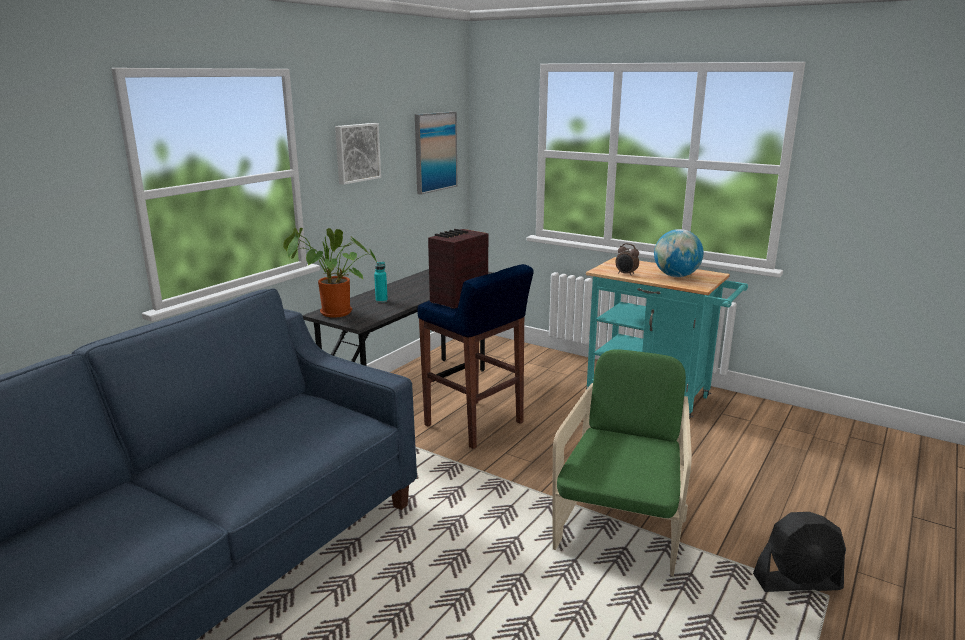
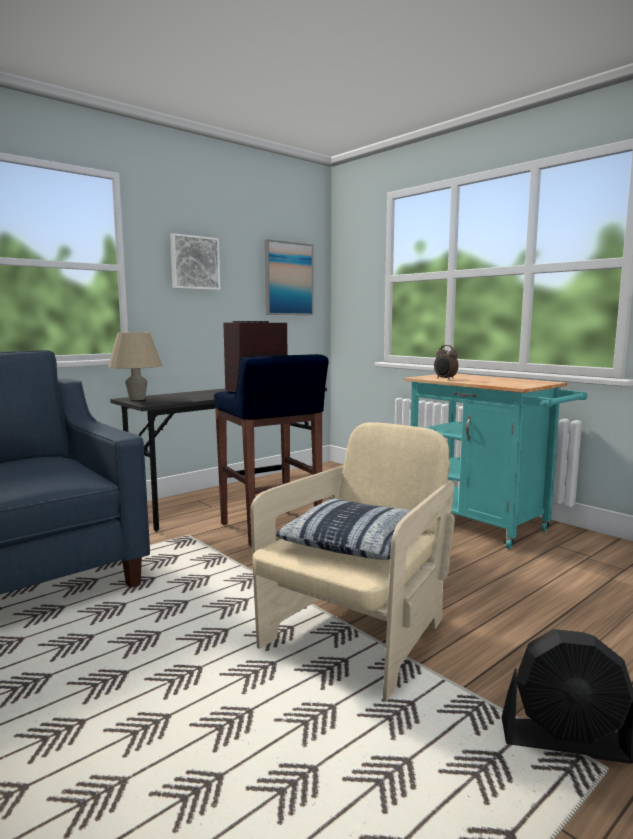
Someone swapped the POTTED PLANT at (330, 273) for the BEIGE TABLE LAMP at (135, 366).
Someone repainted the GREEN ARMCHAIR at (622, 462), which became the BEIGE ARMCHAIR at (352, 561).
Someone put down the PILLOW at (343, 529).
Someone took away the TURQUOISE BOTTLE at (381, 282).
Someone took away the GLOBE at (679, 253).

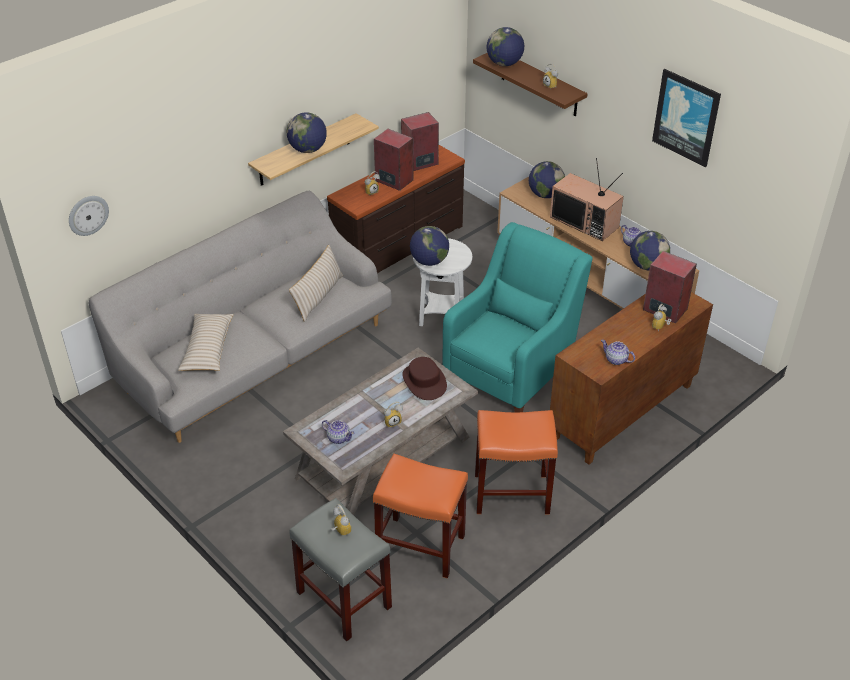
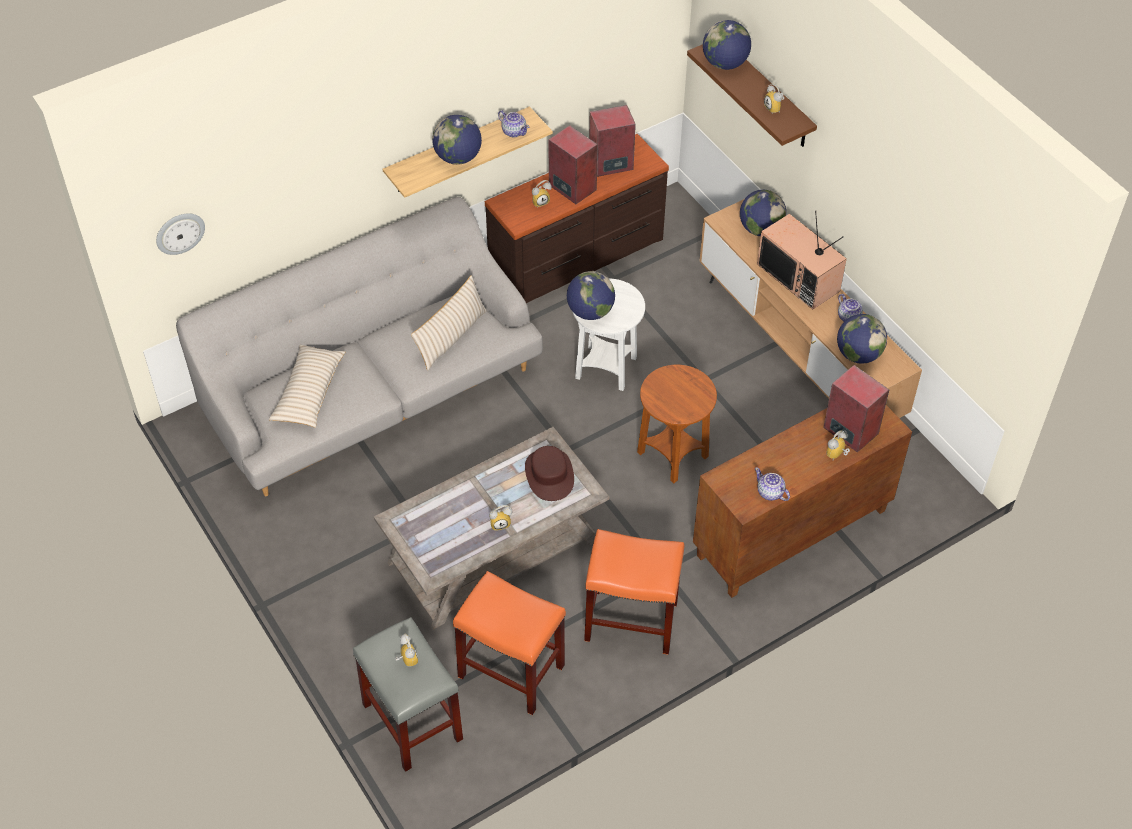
Someone carried the TEAPOT from (338, 432) to (513, 123).
Someone swapped the TURQUOISE ARMCHAIR at (517, 317) for the BROWN SIDE TABLE at (677, 424).
Someone took away the PICTURE at (686, 118).

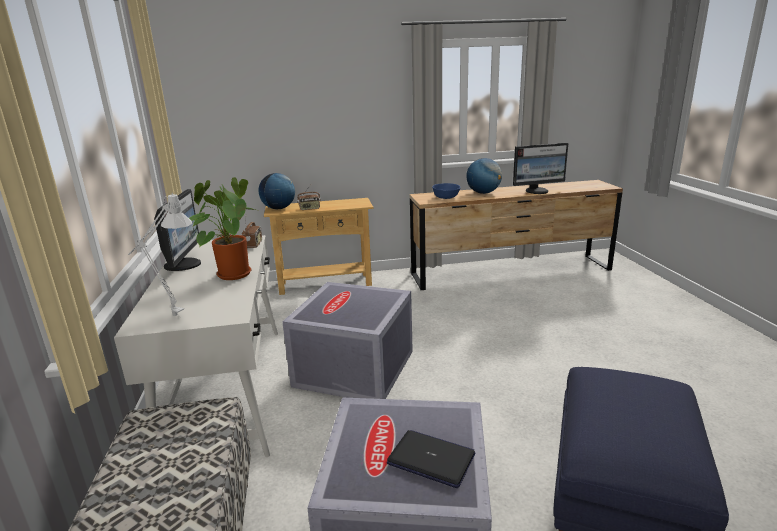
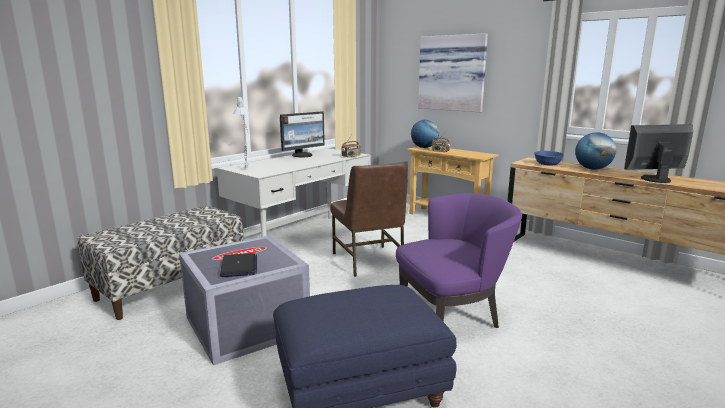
Someone swapped the GREY STORAGE BOX at (347, 340) for the BROWN CHAIR at (369, 219).
Someone put down the PURPLE ARMCHAIR at (459, 260).
Someone put up the PICTURE at (453, 72).
Someone rotated the MONITOR at (540, 168) by 135 degrees clockwise.
Someone took away the POTTED PLANT at (222, 228).

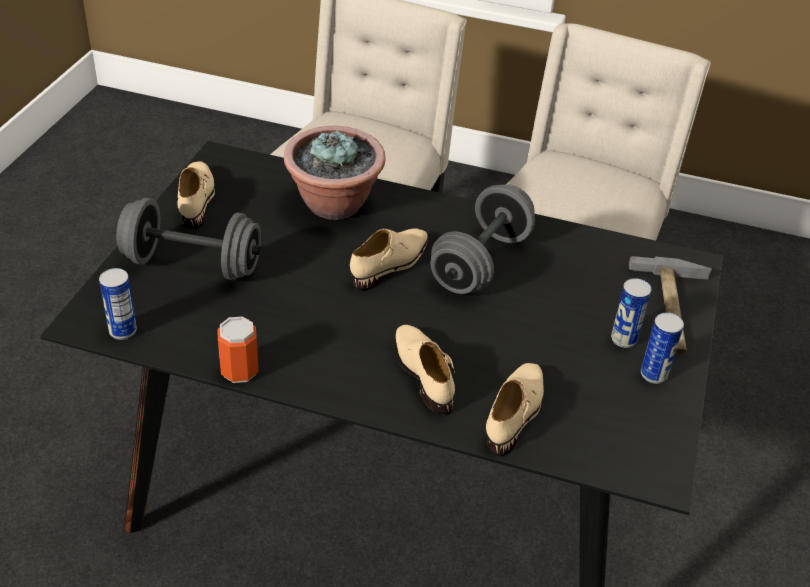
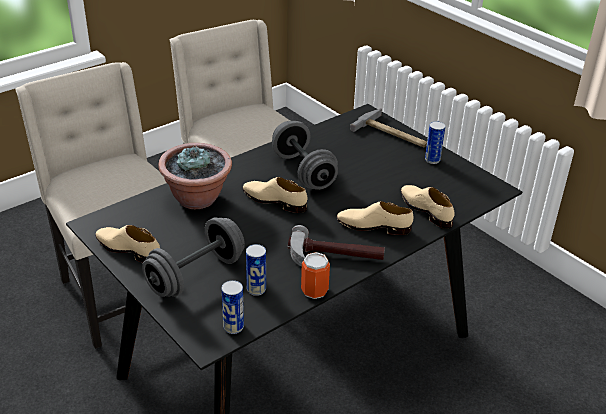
Someone rotated the BEIGE SHOE at (389, 259) by 45 degrees counterclockwise.
Someone carried the CAN from (631, 313) to (256, 270).
Someone put down the HAMMER at (336, 246).

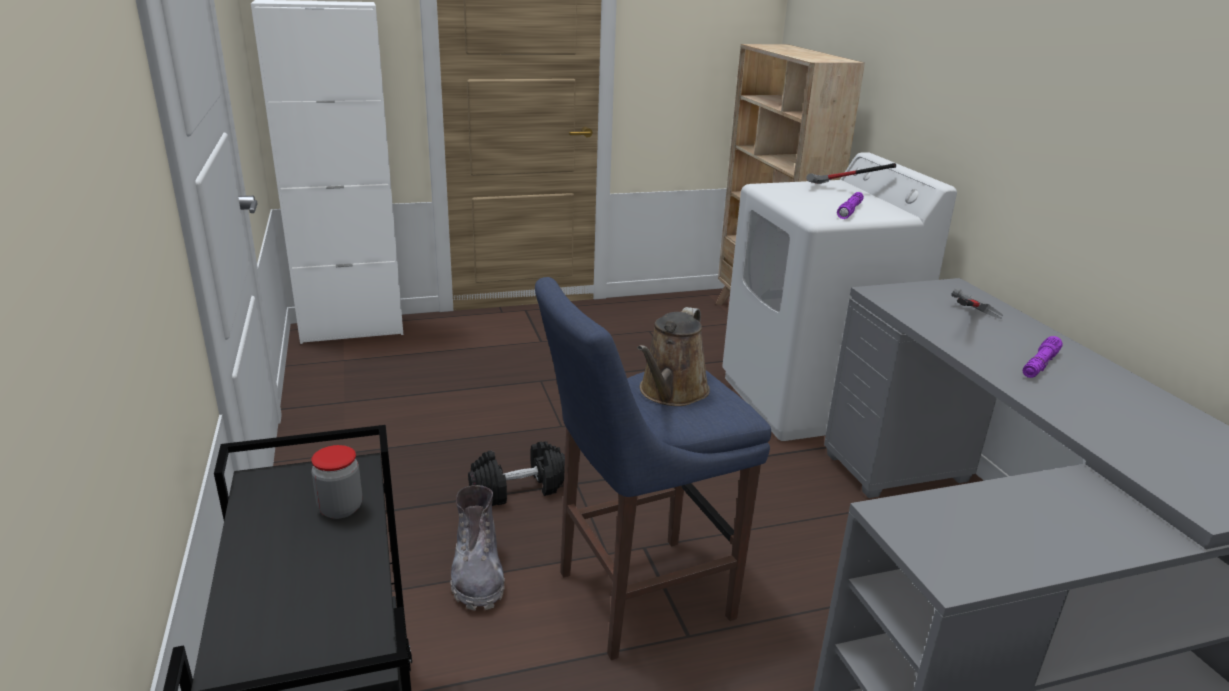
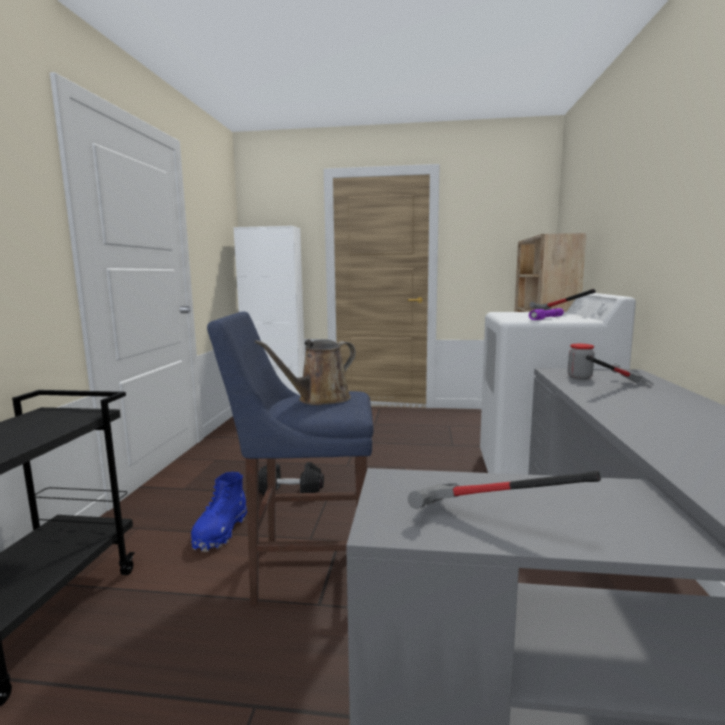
Someone repainted the GREY BOOT at (477, 548), which became the BLUE BOOT at (219, 512).
Someone put down the HAMMER at (504, 490).
Someone carried the JAR from (336, 482) to (581, 362).
Someone took away the PURPLE FLASHLIGHT at (1043, 357).

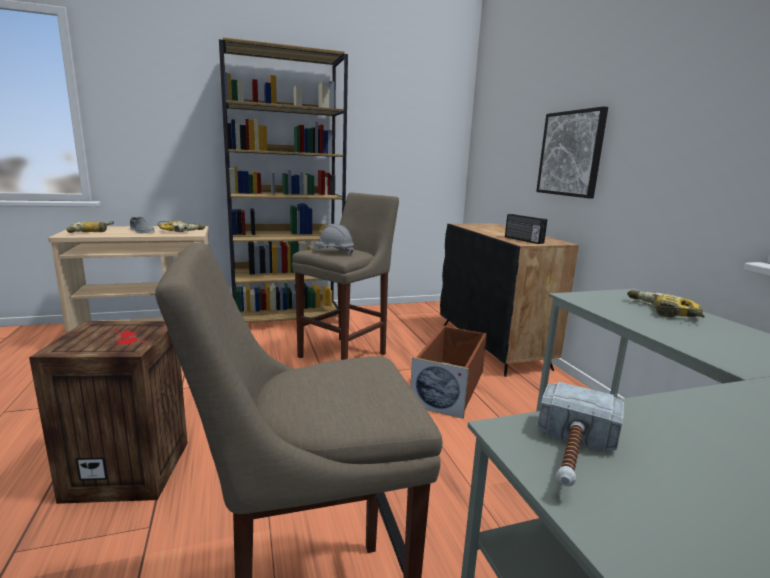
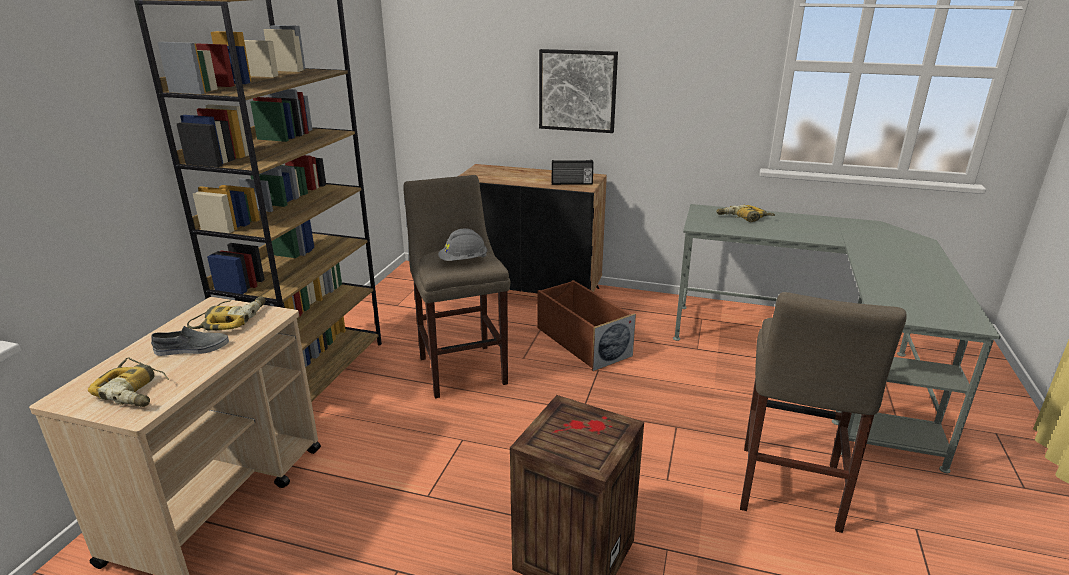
Someone took away the HAMMER at (581, 434).

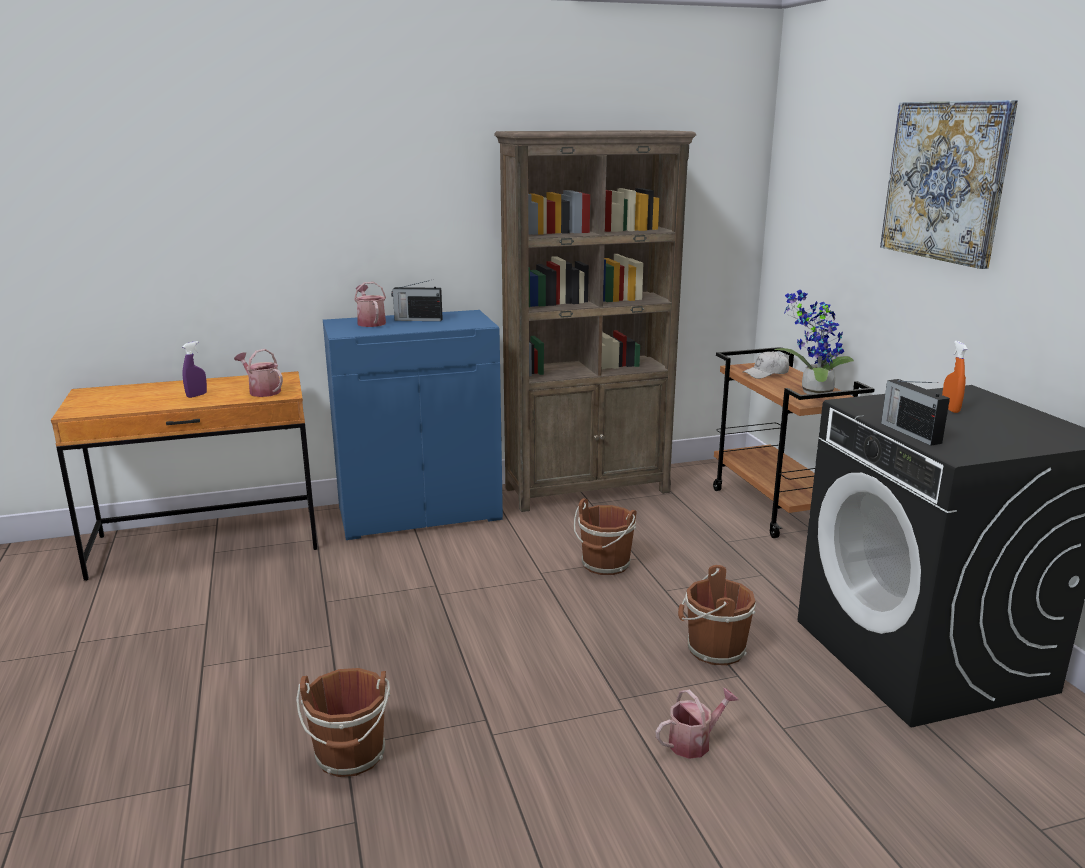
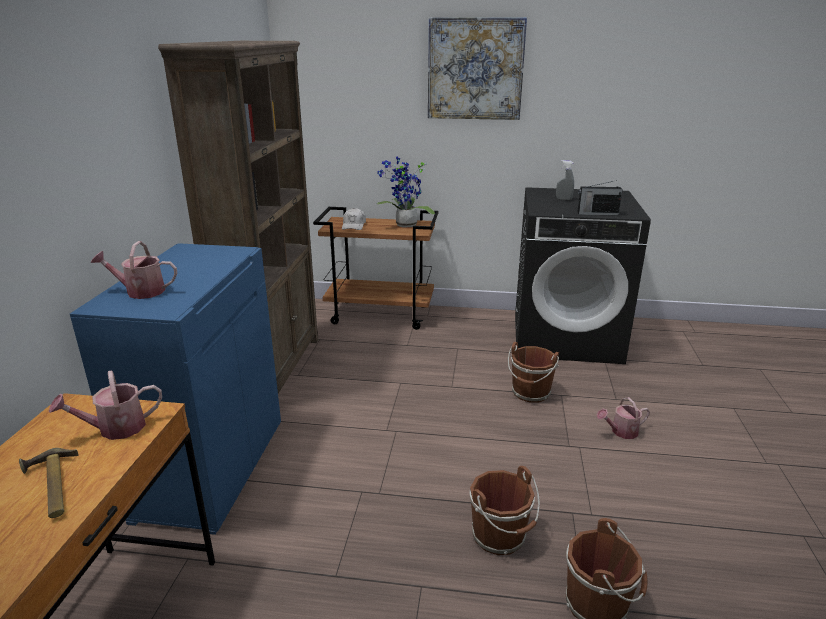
Someone swapped the PURPLE SPRAY BOTTLE at (194, 369) for the HAMMER at (49, 483).
Someone carried the BROWN BUCKET from (605, 536) to (505, 510).
Someone repainted the ORANGE SPRAY BOTTLE at (954, 377), which became the GREY SPRAY BOTTLE at (565, 180).
Someone rotated the WATERING CAN at (697, 723) by 105 degrees counterclockwise.
Someone took away the RADIO at (417, 300).

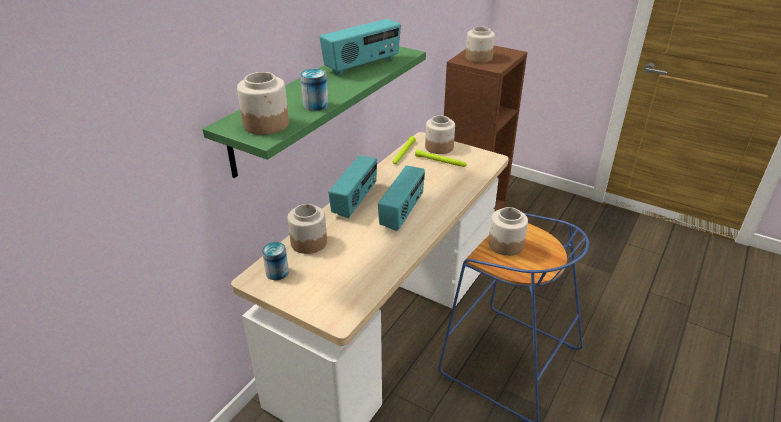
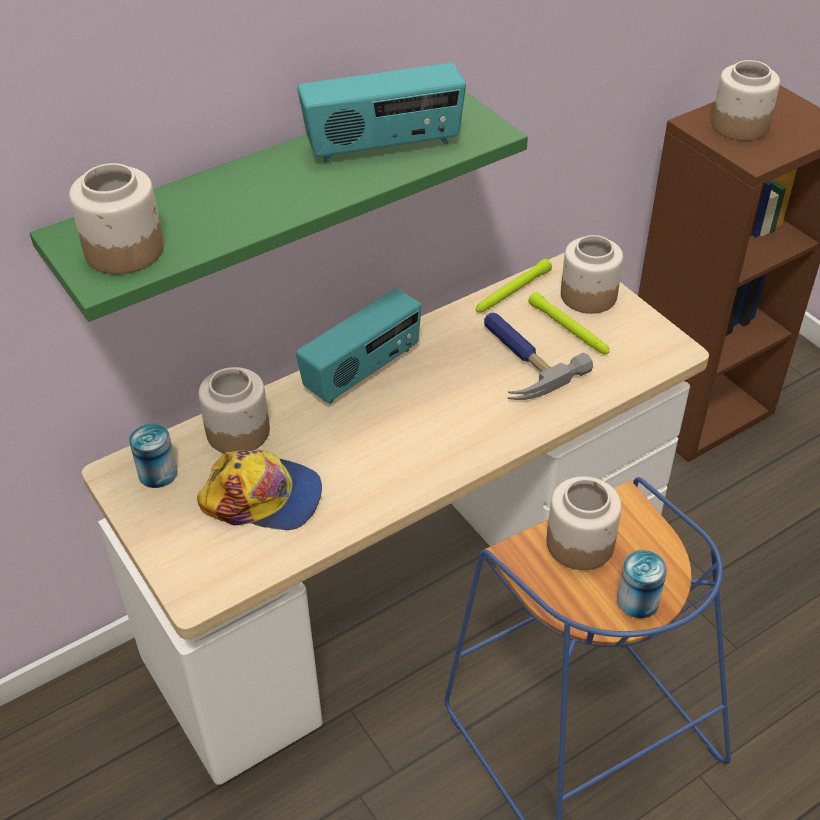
Someone put down the CAP at (259, 490).
Someone put down the HAMMER at (538, 356).
Someone carried the CAN from (314, 90) to (642, 584).
Someone took away the RADIO at (401, 198).

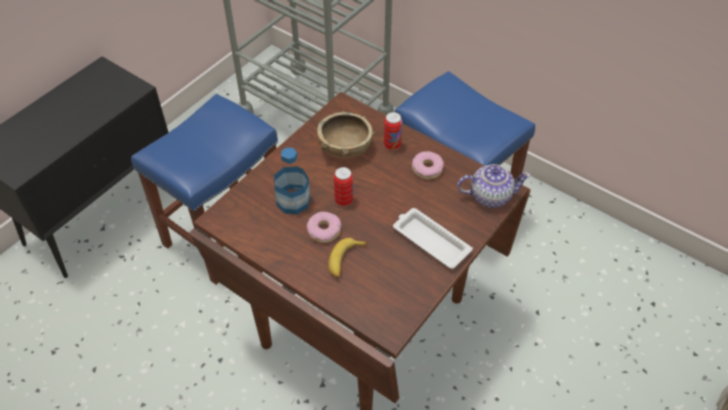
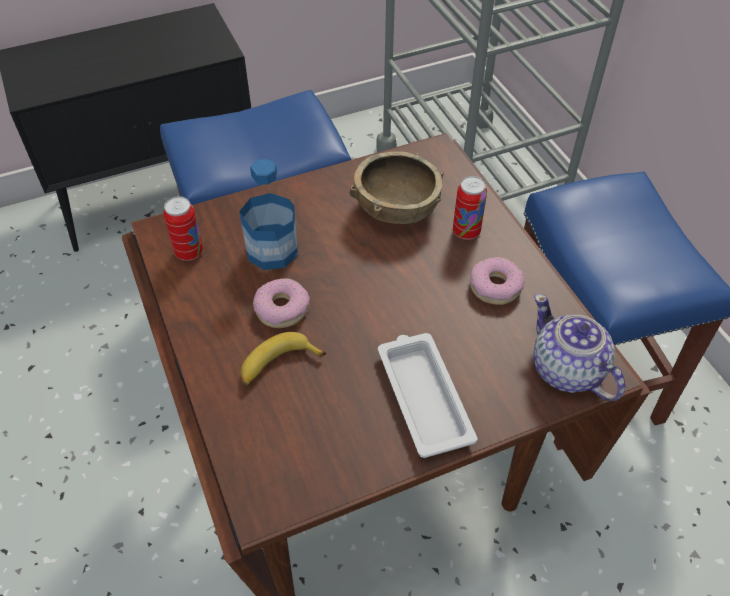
Someone carried the CAN from (343, 186) to (183, 228).
Someone rotated the TEAPOT at (494, 186) by 150 degrees counterclockwise.

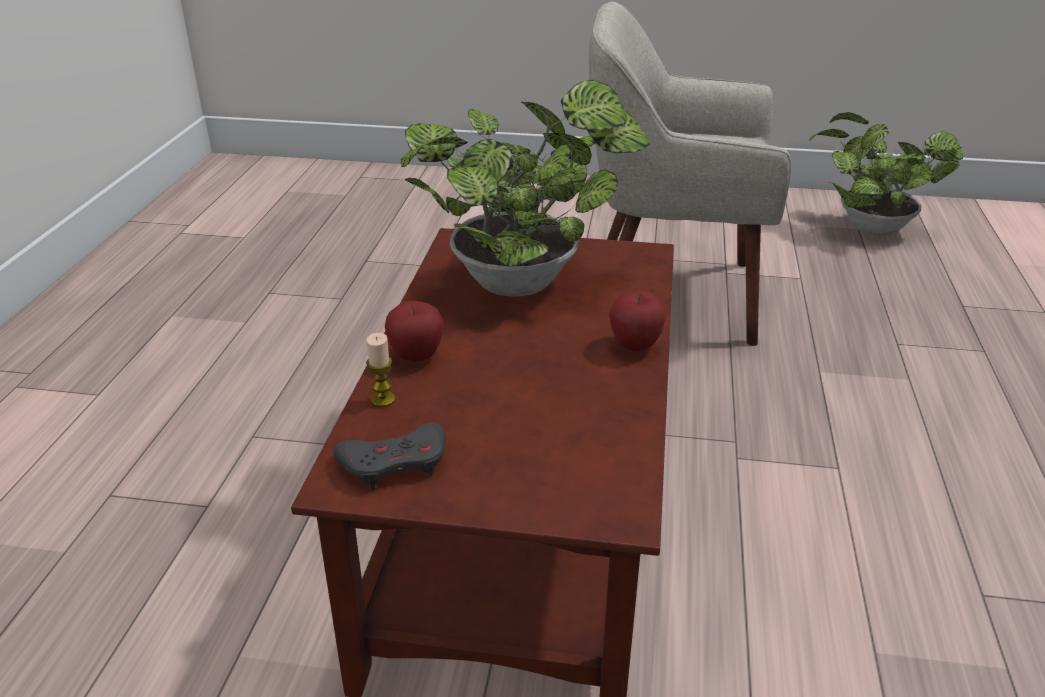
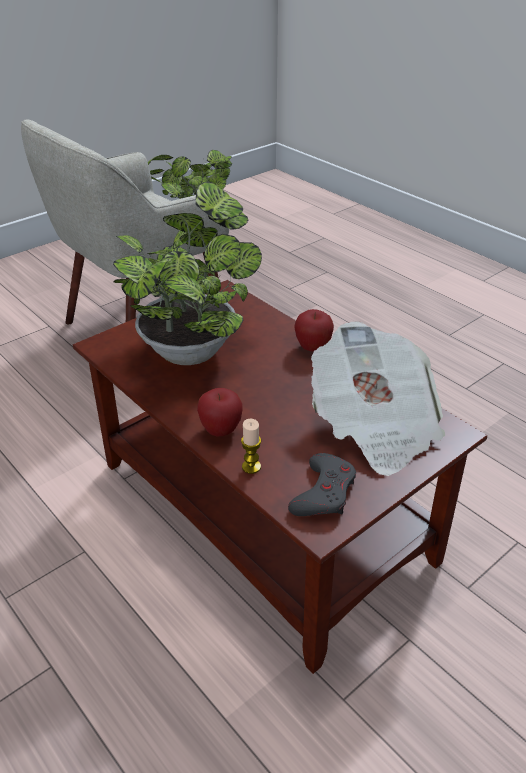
Someone put down the NEWSPAPER at (378, 398).

